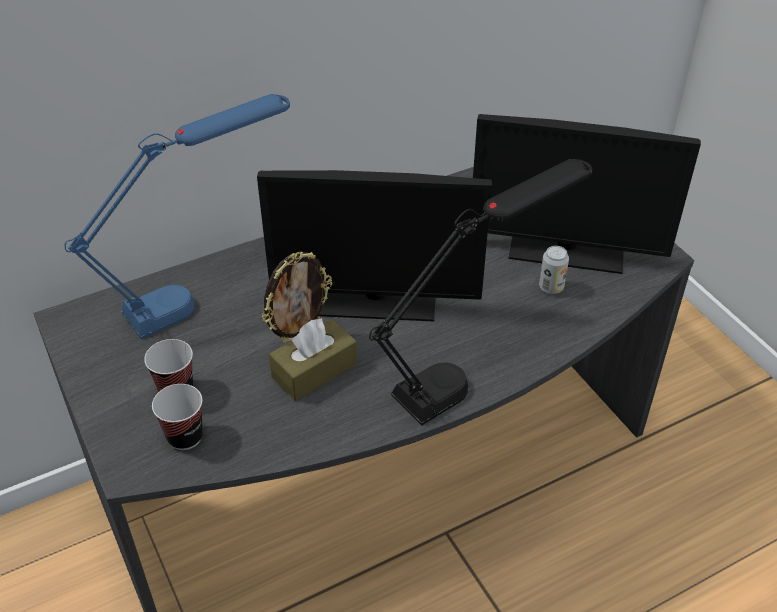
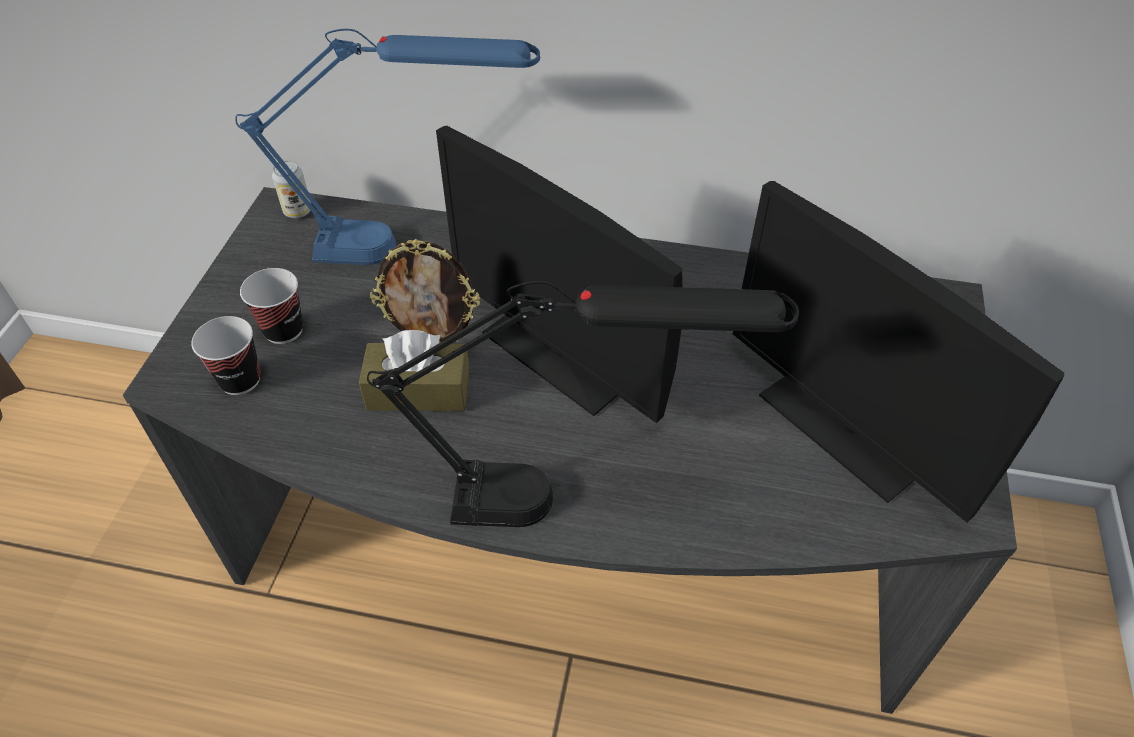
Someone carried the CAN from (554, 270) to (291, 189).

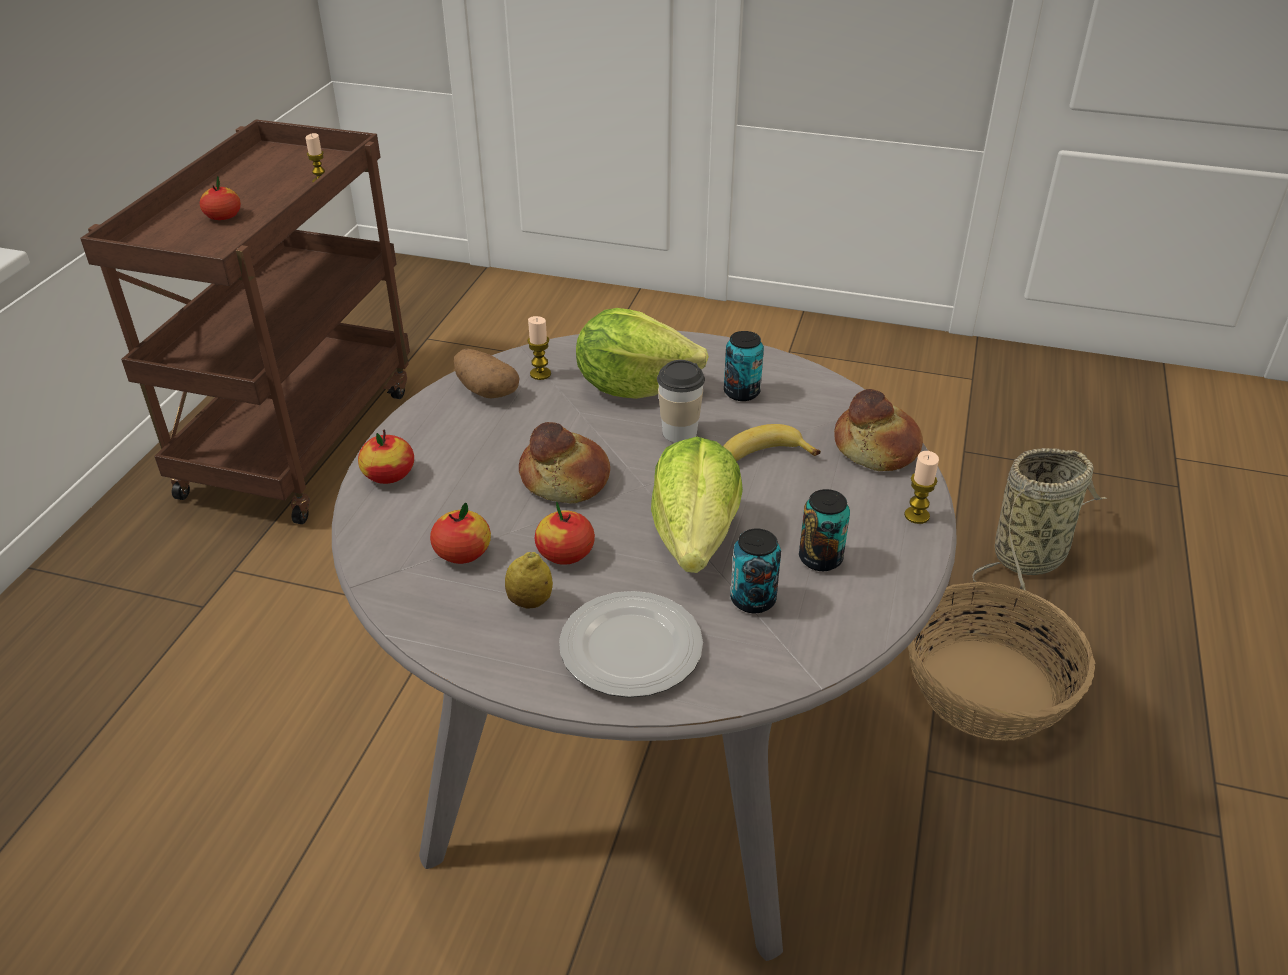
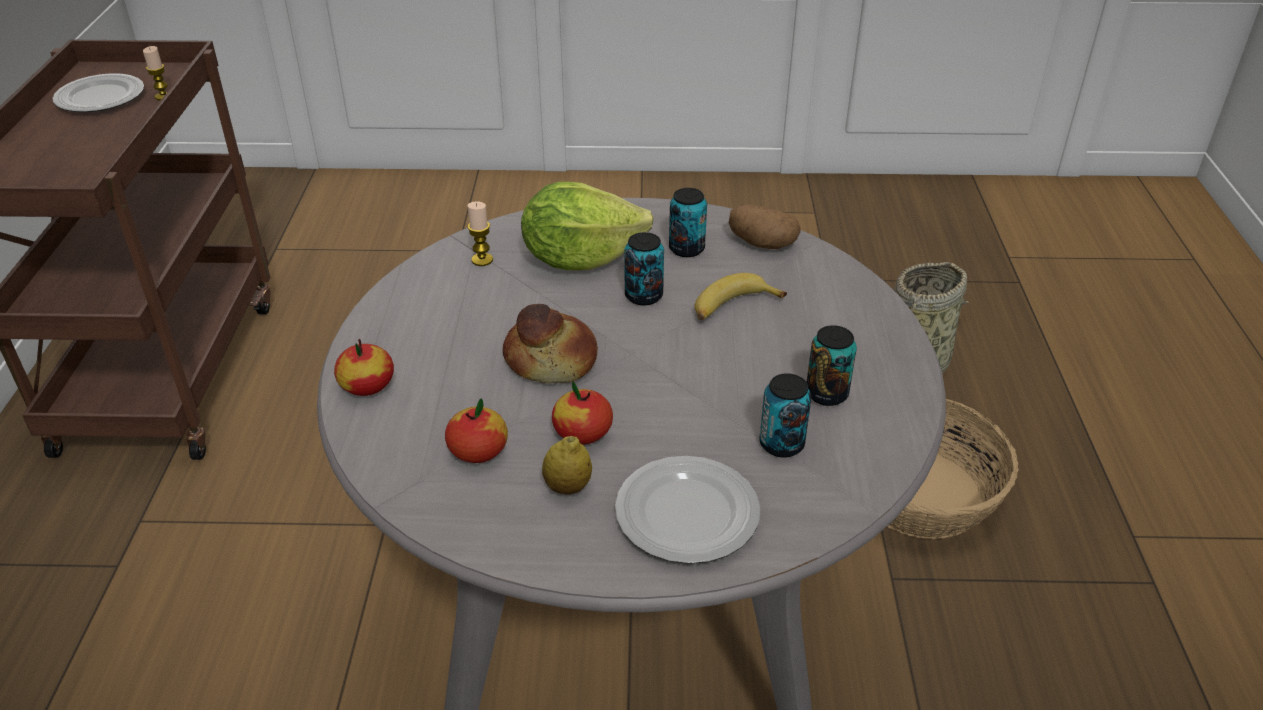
Someone put down the PLATE at (98, 92).
Someone swapped the CUP at (681, 401) for the CAN at (644, 268).
Someone carried the POTATO from (487, 373) to (764, 226).
Someone took away the APPLE at (220, 198).
Someone took away the LETTUCE at (697, 505).
Someone took away the BREAD at (878, 430).
Someone took away the CANDLE at (921, 487).

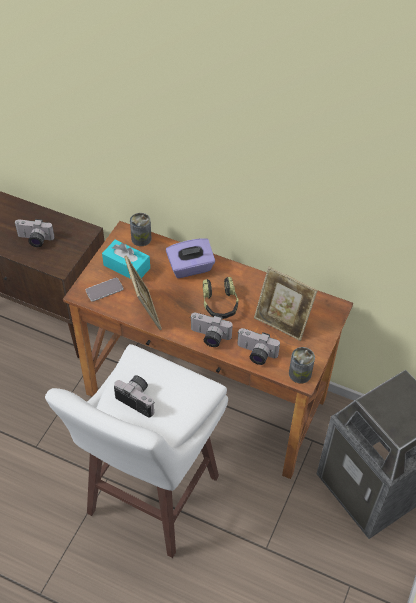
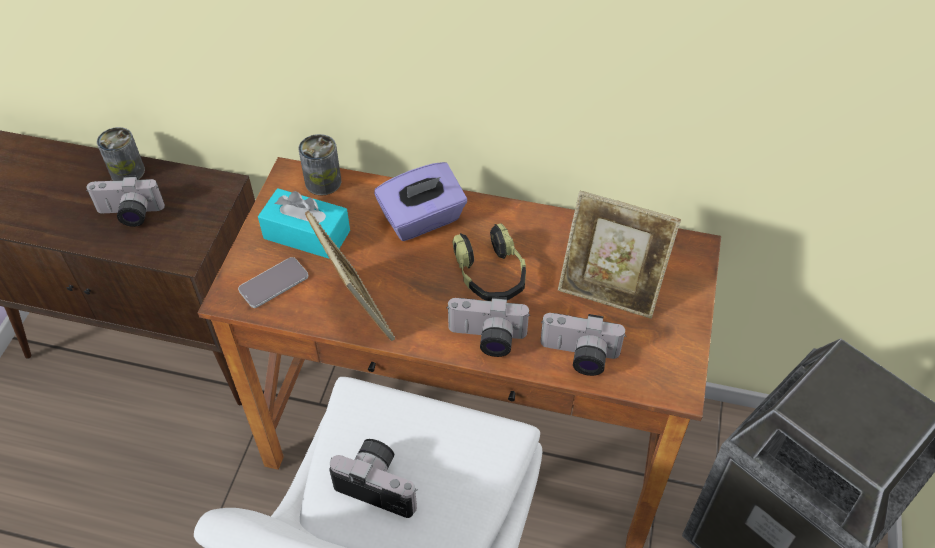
Someone carried the CAN from (302, 365) to (121, 154).

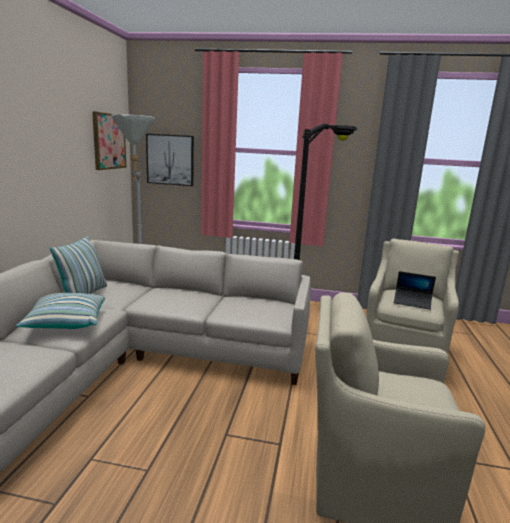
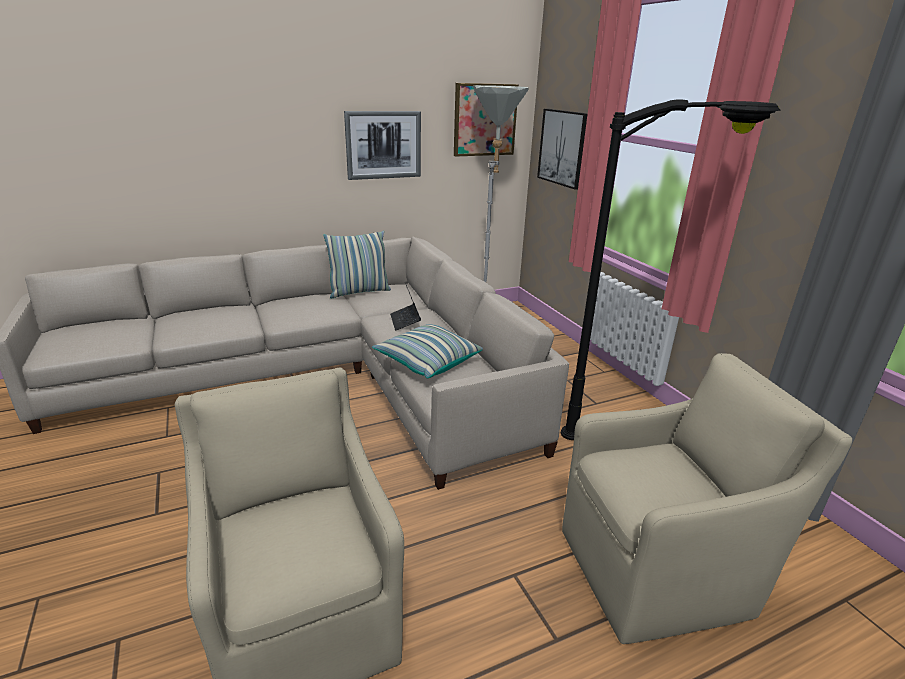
Someone put up the PICTURE at (382, 145).
Someone carried the PILLOW from (60, 311) to (427, 351).
Someone carried the LAPTOP from (415, 290) to (405, 307).

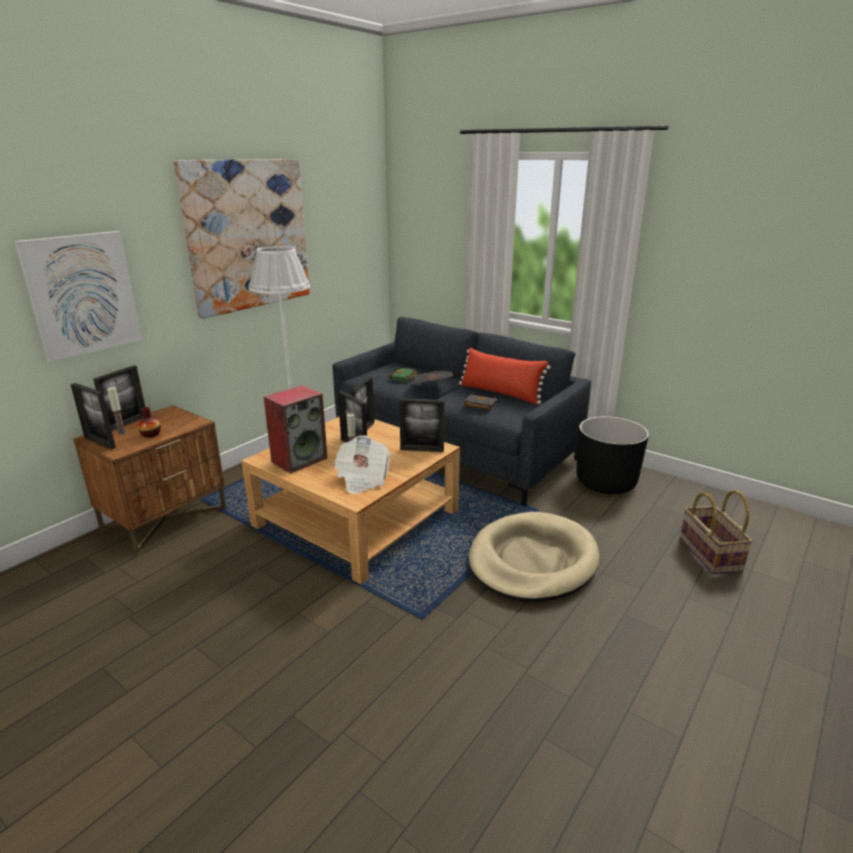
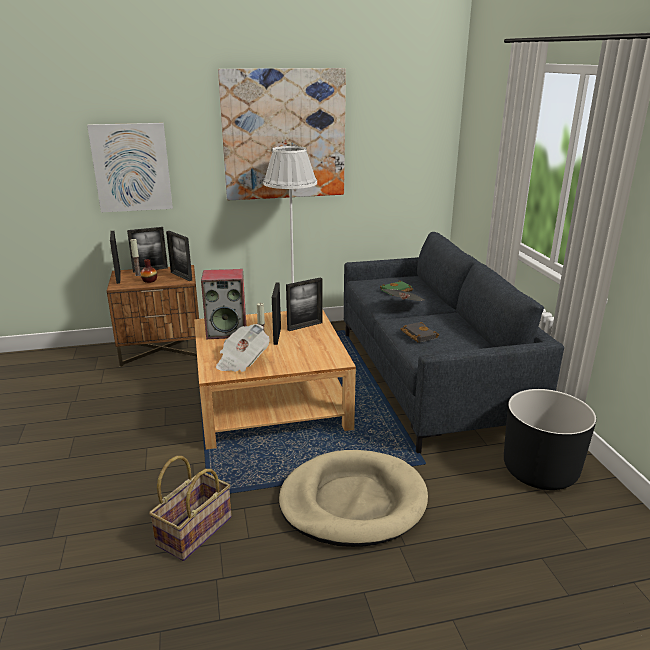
Someone carried the BASKET from (716, 532) to (190, 508).
Someone carried the PICTURE FRAME from (422, 425) to (179, 256).
Someone took away the RED PILLOW at (504, 376).

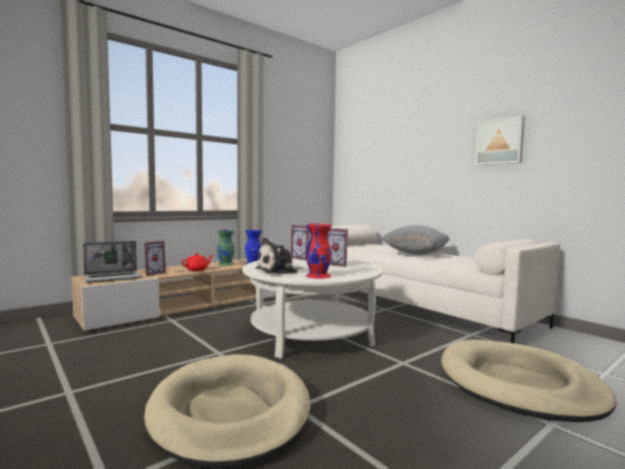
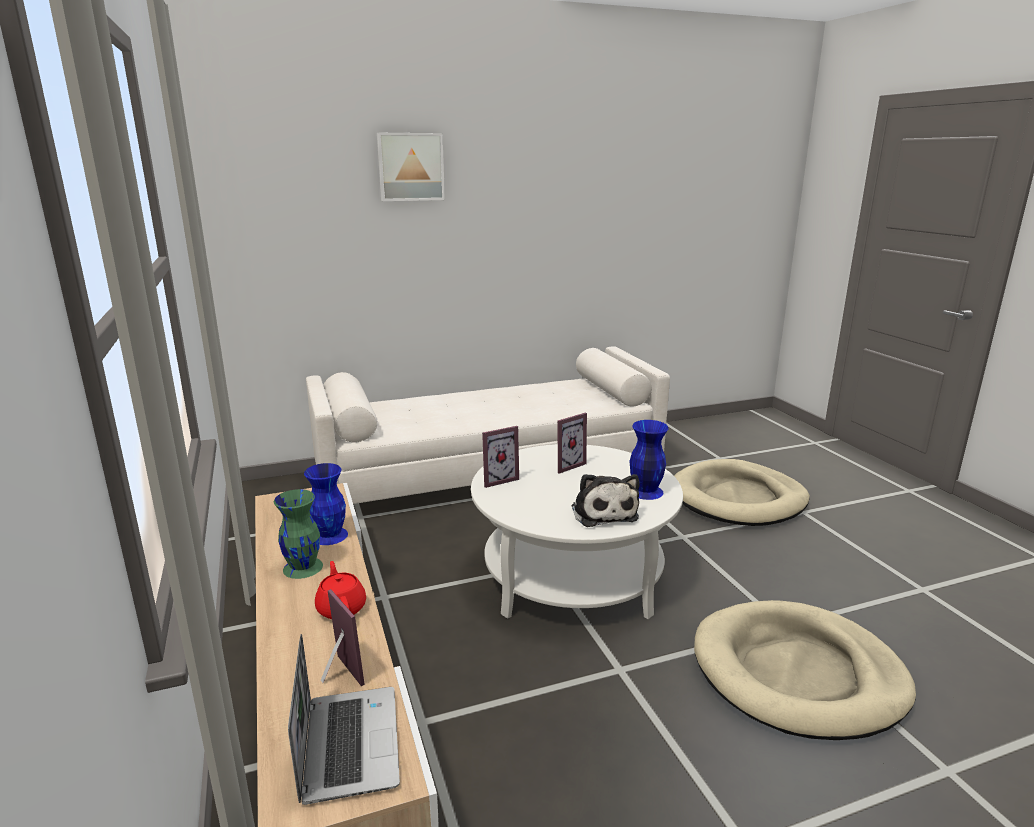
Someone carried the PICTURE from (500, 140) to (411, 167).
Someone repainted the RED VASE at (319, 251), which became the BLUE VASE at (649, 460).
Someone took away the GREY PILLOW at (416, 240).

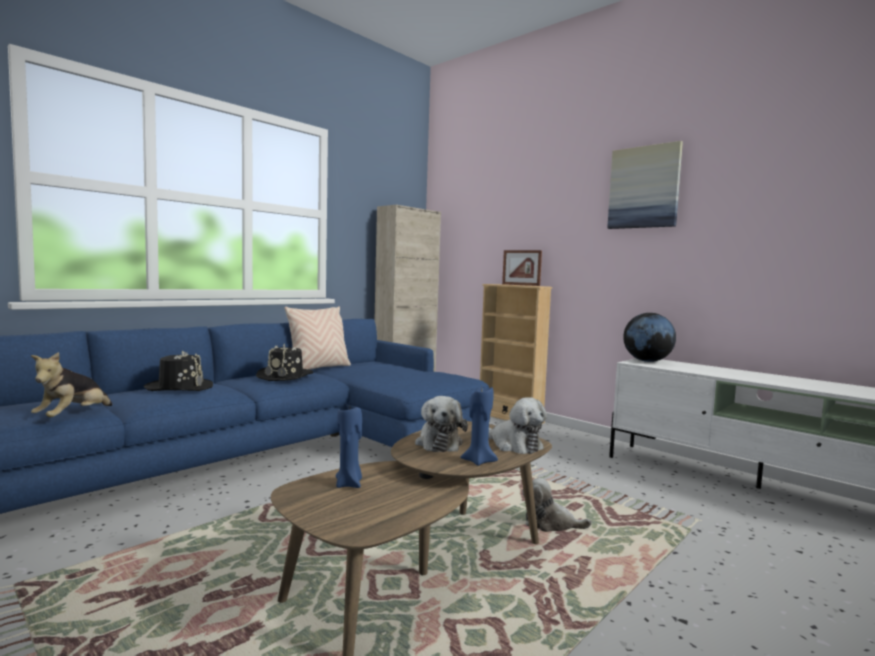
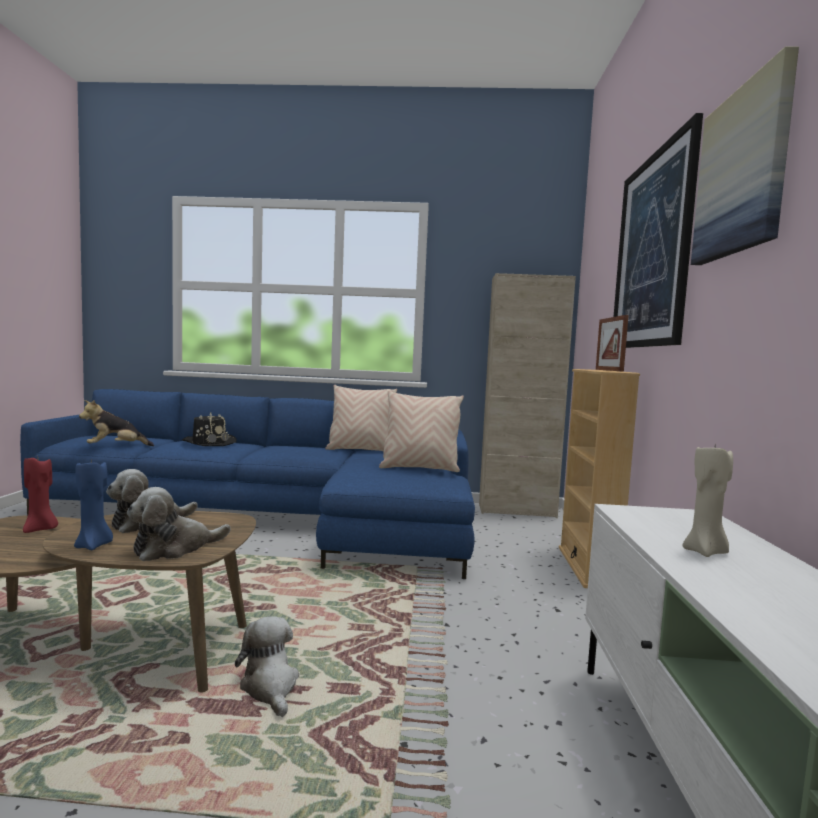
Someone repainted the BLUE CANDLE at (349, 447), which became the RED CANDLE at (40, 495).
Someone rotated the PLUSH TOY at (517, 425) by 45 degrees clockwise.
Someone put down the BEIGE PILLOW at (421, 431).
Someone put up the PICTURE at (658, 230).
Someone put down the BEIGE CANDLE at (707, 499).
Someone took away the BLACK HAT at (284, 362).
Someone took away the GLOBE at (649, 337).

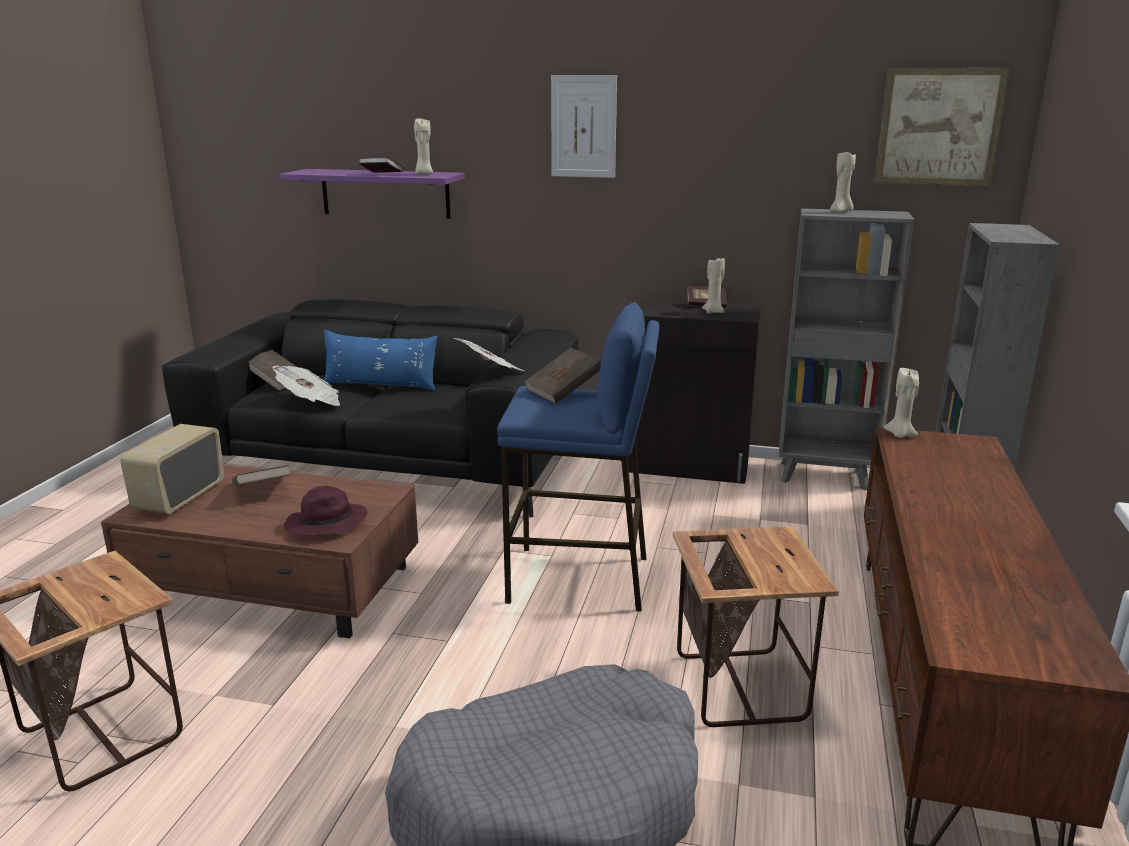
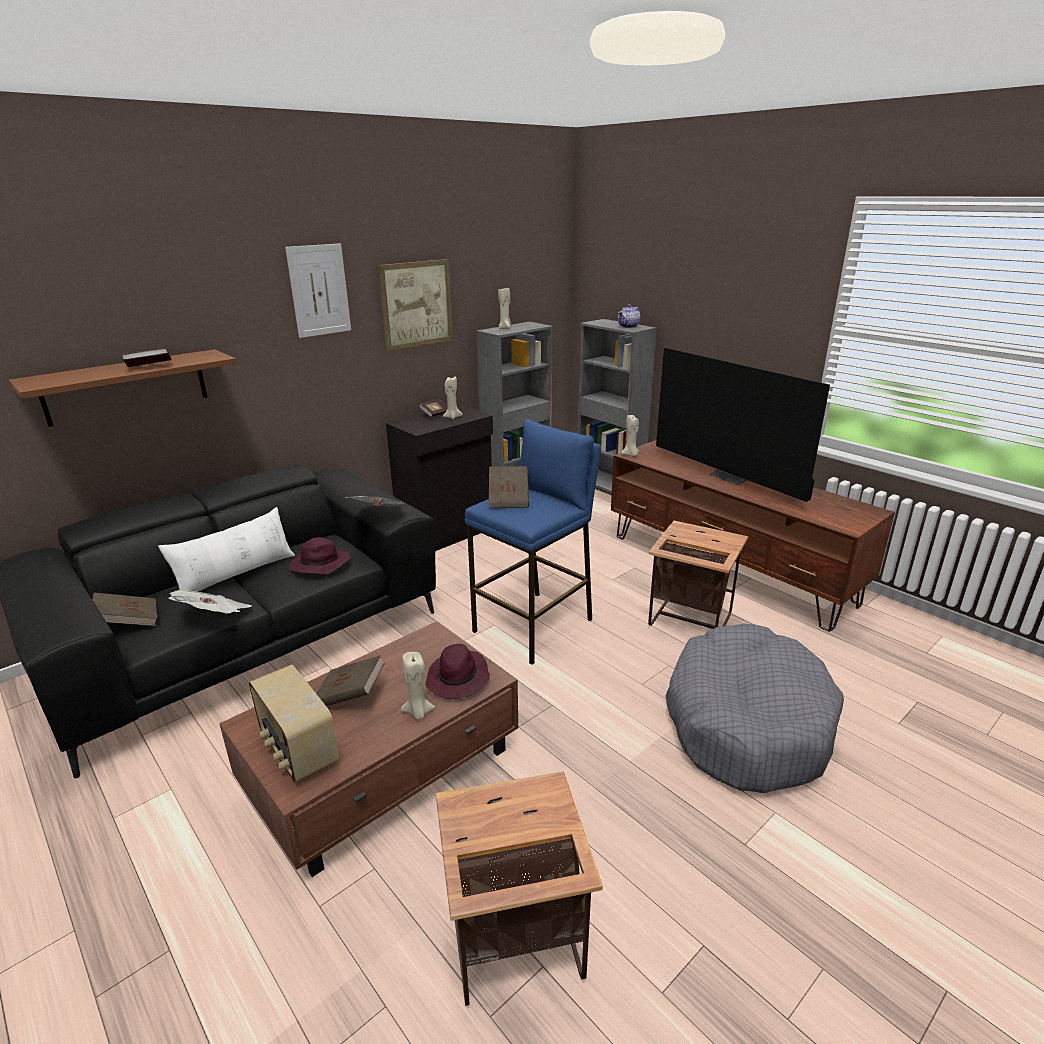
Someone repainted the PURPLE SHELF at (372, 194), which became the BROWN SHELF at (122, 388).
Someone repainted the BLUE PILLOW at (380, 360), which became the WHITE PILLOW at (226, 549).
Someone put down the PURPLE HAT at (320, 555).
Someone carried the PICTURE from (942, 127) to (415, 305).
Someone carried the BEIGE CANDLE from (423, 146) to (418, 685).
Someone put down the TEAPOT at (629, 316).
Someone put down the TELEVISION at (743, 425).

